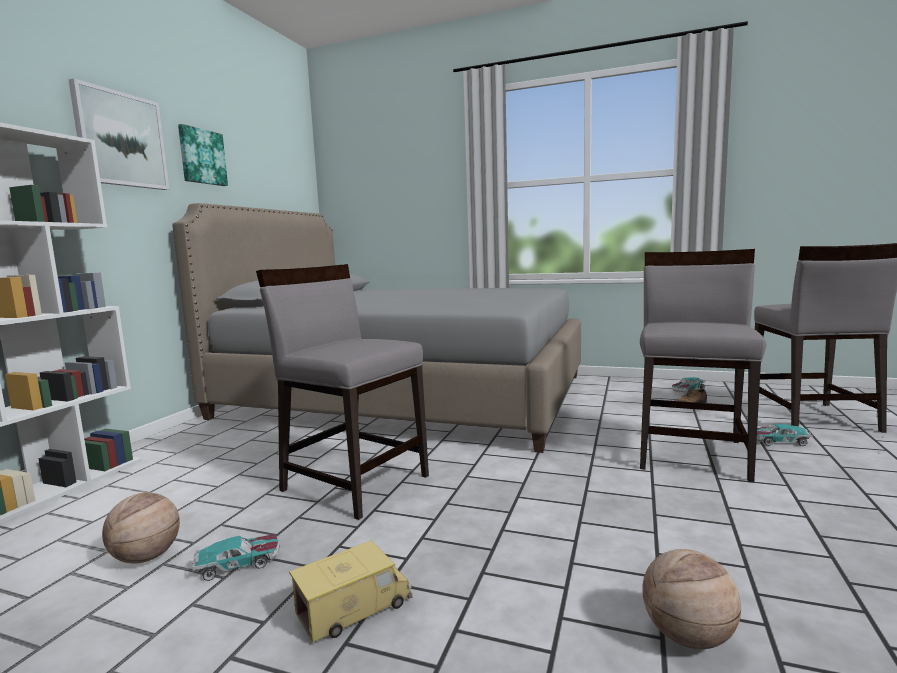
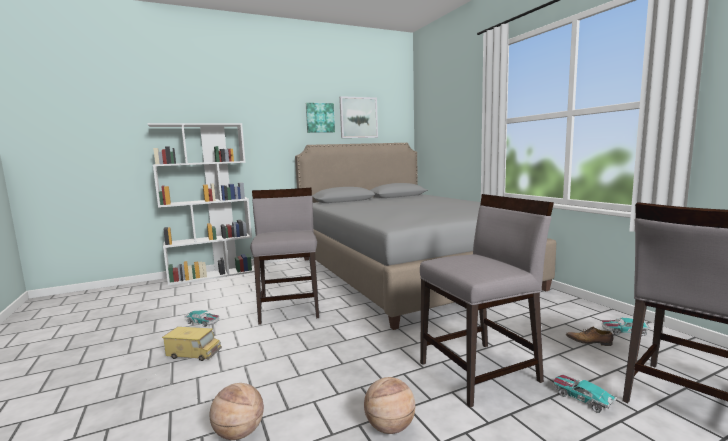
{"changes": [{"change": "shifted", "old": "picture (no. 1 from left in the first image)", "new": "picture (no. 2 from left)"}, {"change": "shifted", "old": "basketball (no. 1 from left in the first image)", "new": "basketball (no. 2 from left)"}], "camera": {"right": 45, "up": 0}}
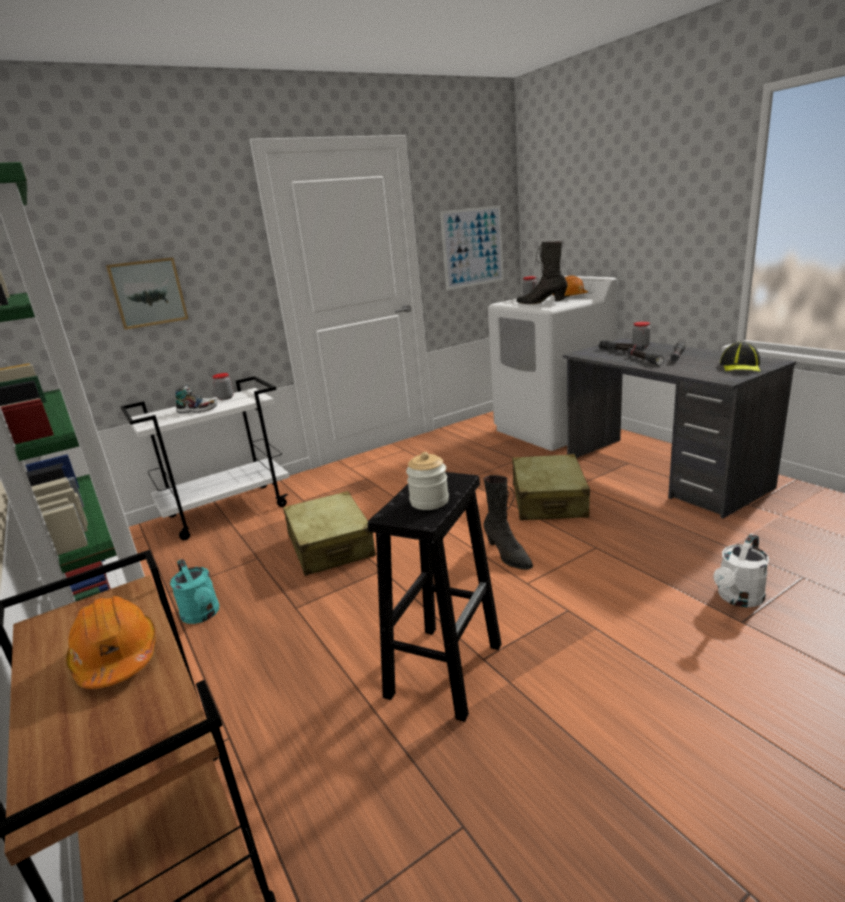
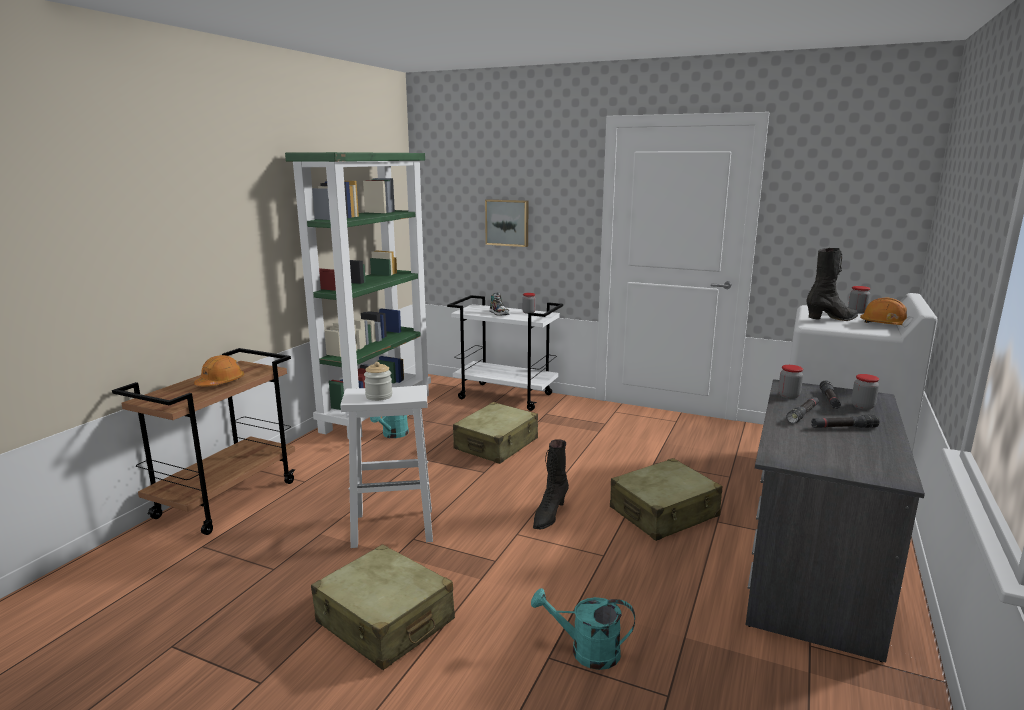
{"changes": [{"change": "gone", "old": "picture (no. 2 from left)"}, {"change": "gone", "old": "cap"}, {"change": "new", "new": "beige suitcase (no. 1 from left)"}, {"change": "new", "new": "jar (no. 3 from left)"}, {"change": "repainted", "old": "black stool", "new": "white stool"}, {"change": "repainted", "old": "white watering can", "new": "turquoise watering can (no. 2 from left)"}, {"change": "rotated", "old": "black boot (no. 2 from left)", "degrees": 75}], "camera": {"right": 55, "up": -5}}
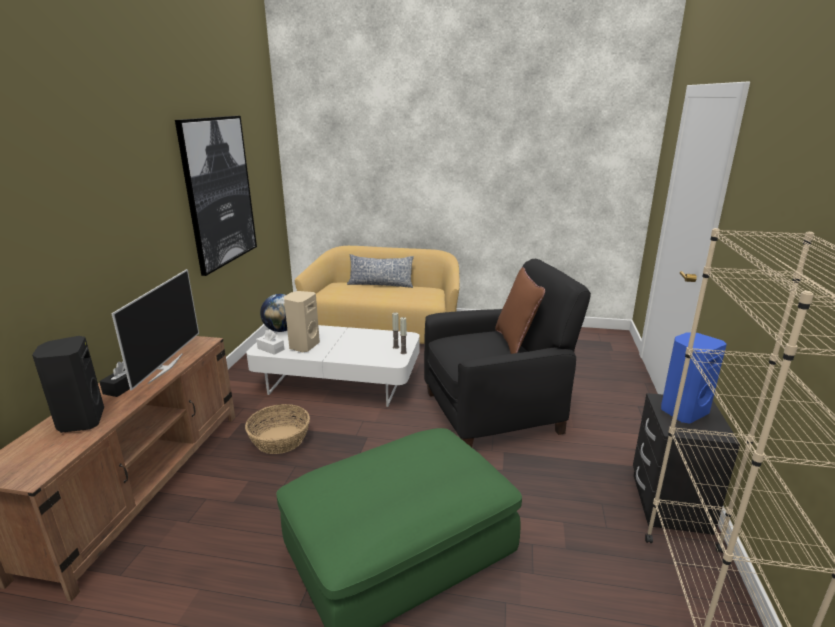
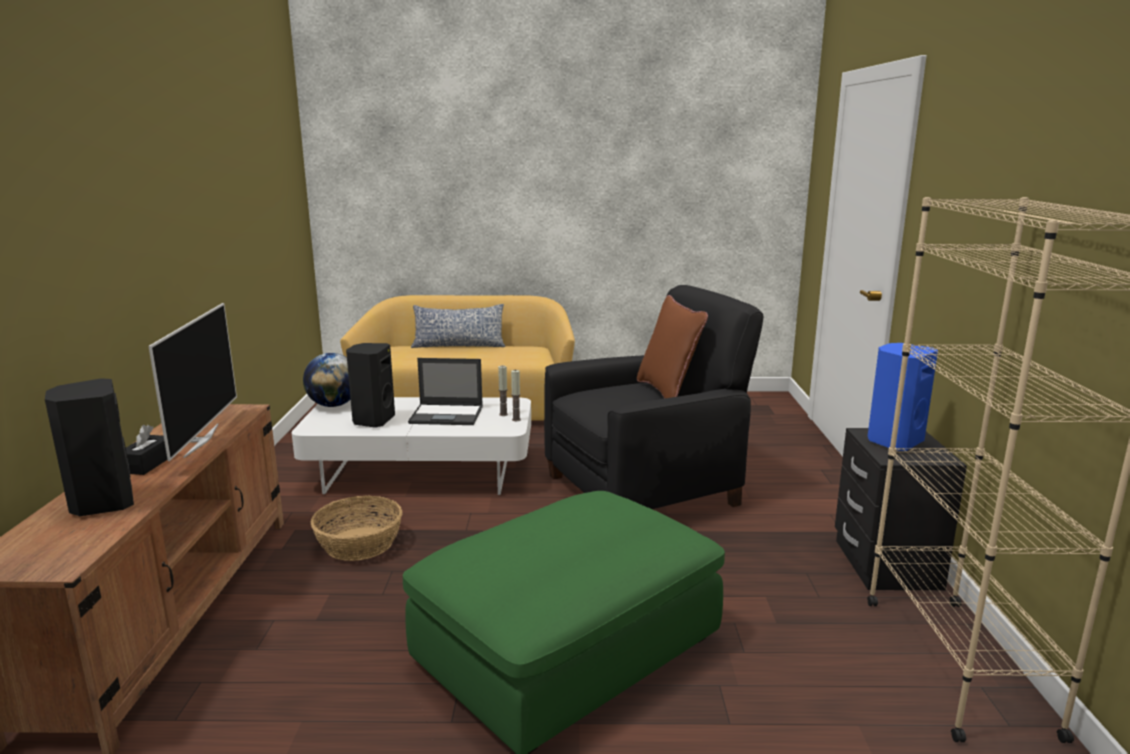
{"changes": [{"change": "gone", "old": "picture"}, {"change": "gone", "old": "white tissue box"}, {"change": "new", "new": "laptop"}, {"change": "repainted", "old": "beige speaker", "new": "black speaker (no. 2 from left)"}], "camera": {"right": -10, "up": -5}}
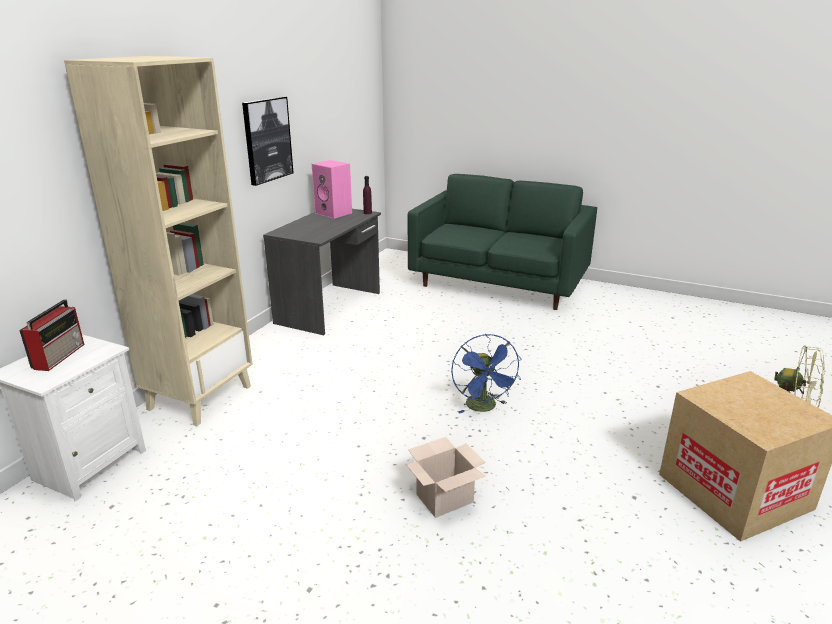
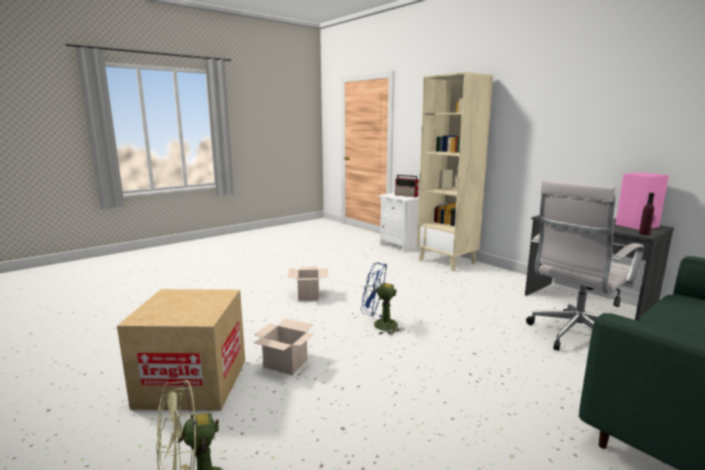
{"changes": [{"change": "gone", "old": "picture"}, {"change": "new", "new": "cardboard box (no. 2 from left)"}, {"change": "new", "new": "white office chair"}], "camera": {"right": 115, "up": -10}}
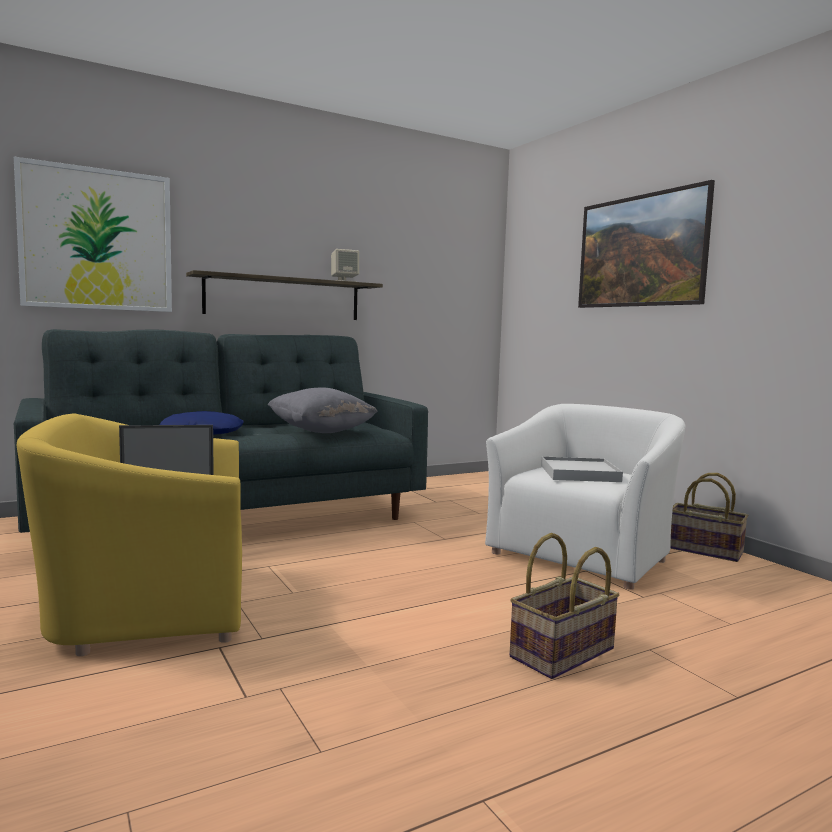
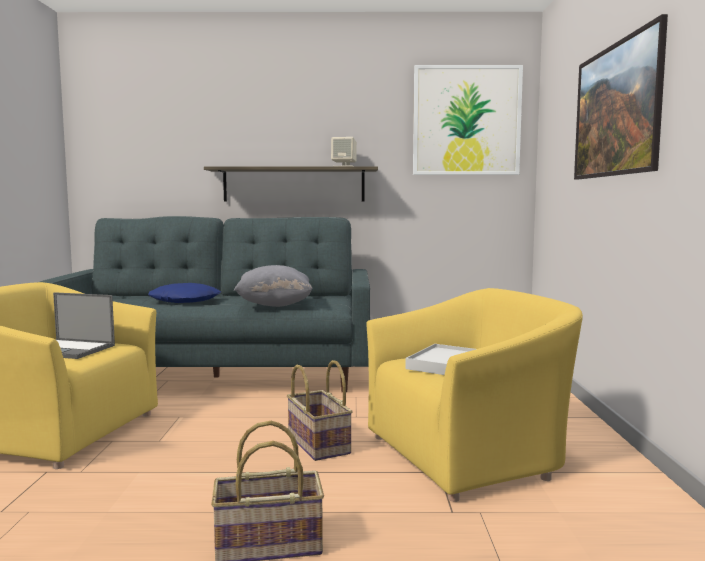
{"changes": [{"change": "shifted", "old": "picture (no. 1 from left)"}, {"change": "shifted", "old": "basket (no. 2 from left)"}, {"change": "repainted", "old": "white armchair", "new": "yellow armchair (no. 2 from left)"}], "camera": {"right": 30, "up": 0}}
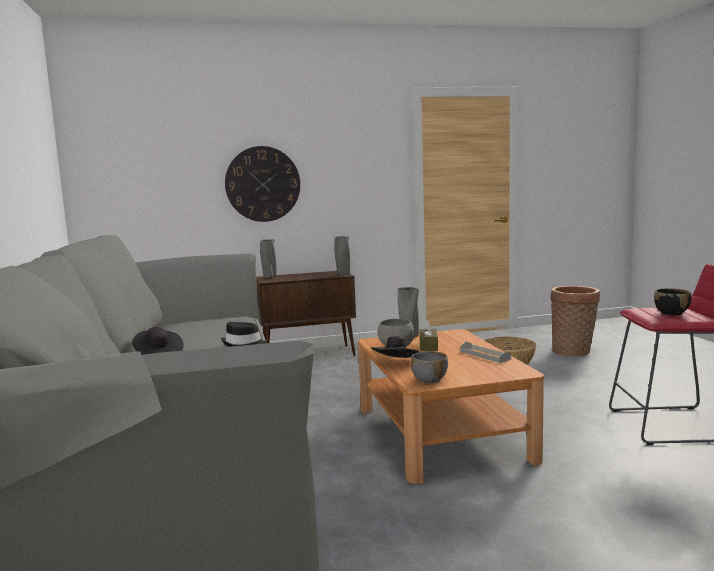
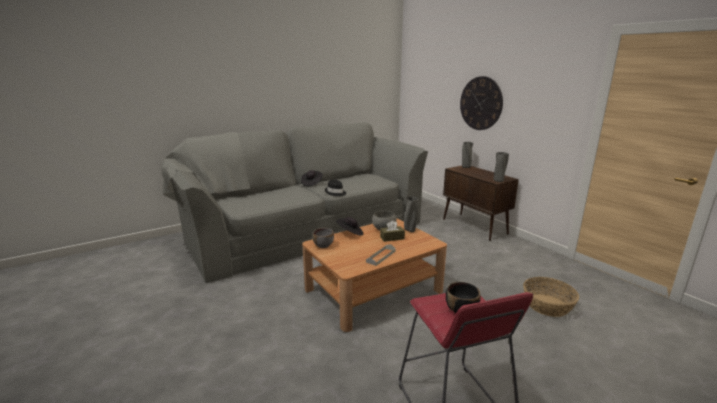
{"changes": [{"change": "gone", "old": "basket (no. 2 from left)"}], "camera": {"right": 70, "up": 10}}
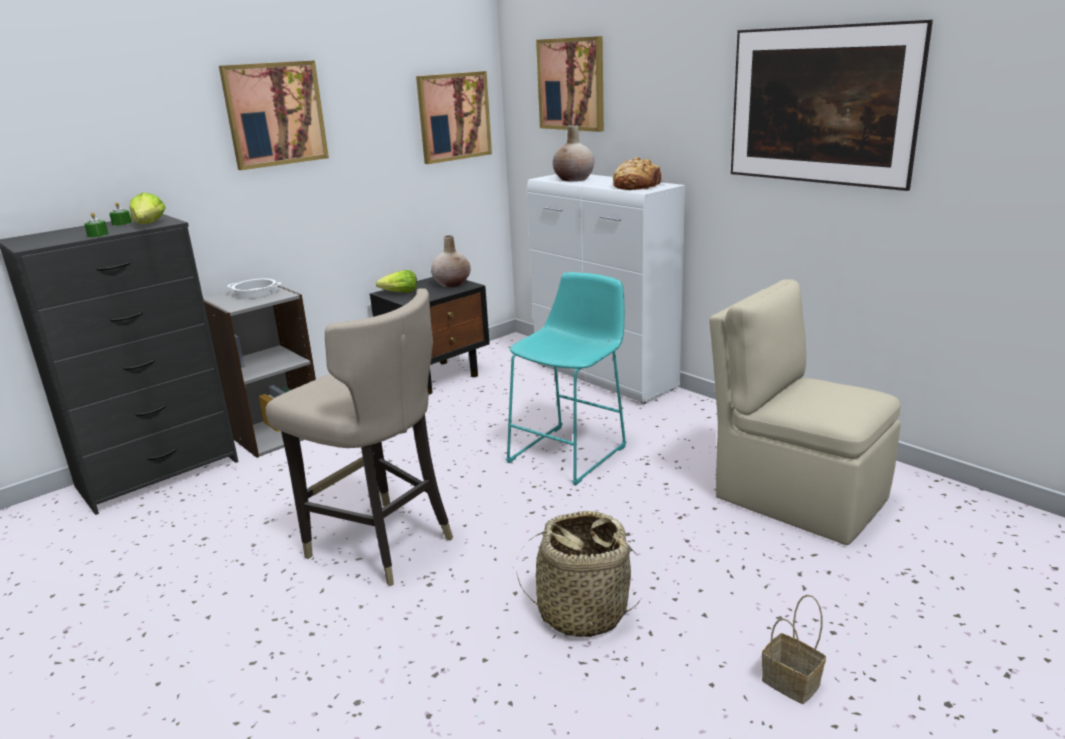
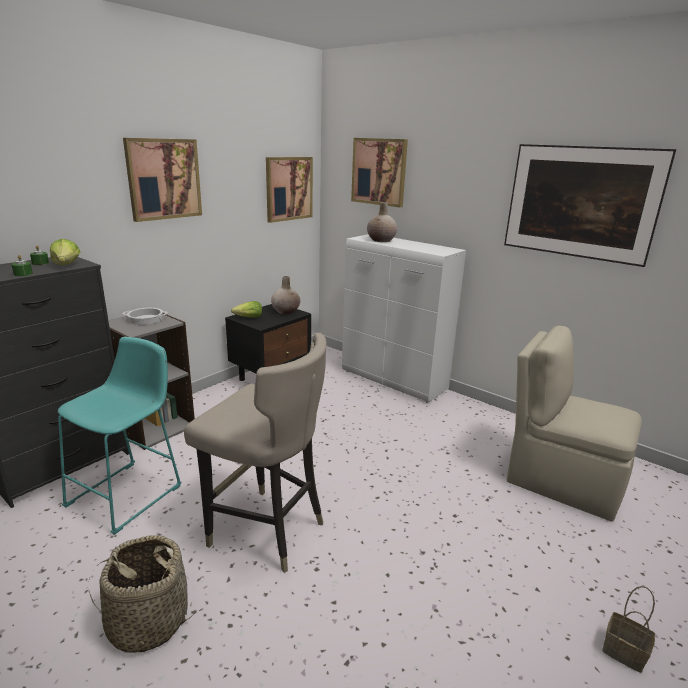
{"changes": [{"change": "gone", "old": "bread"}, {"change": "shifted", "old": "turquoise stool"}, {"change": "shifted", "old": "basket (no. 1 from left)"}], "camera": {"right": -10, "up": 0}}
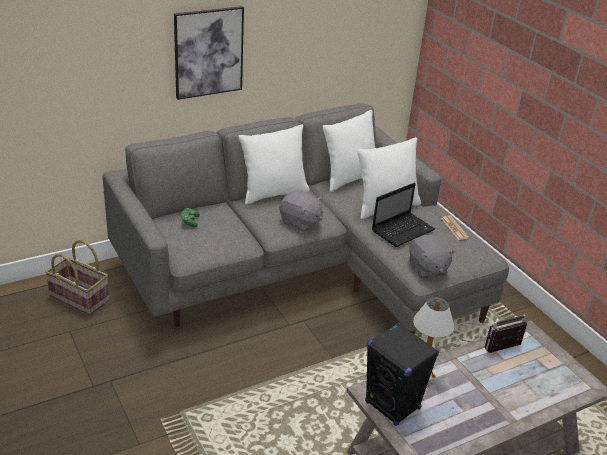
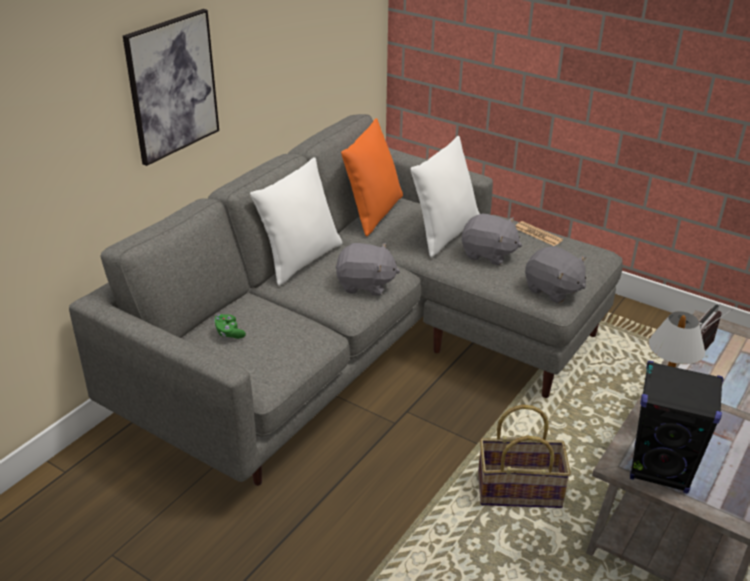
{"changes": [{"change": "shifted", "old": "basket"}, {"change": "swapped", "old": "laptop", "new": "grey plush toy (no. 2 from left)"}, {"change": "repainted", "old": "white pillow (no. 2 from left)", "new": "orange pillow"}], "camera": {"right": -25, "up": 0}}
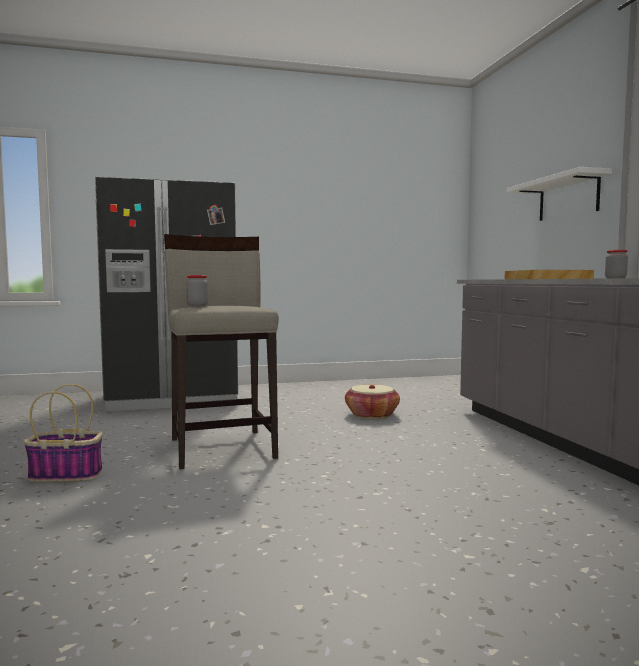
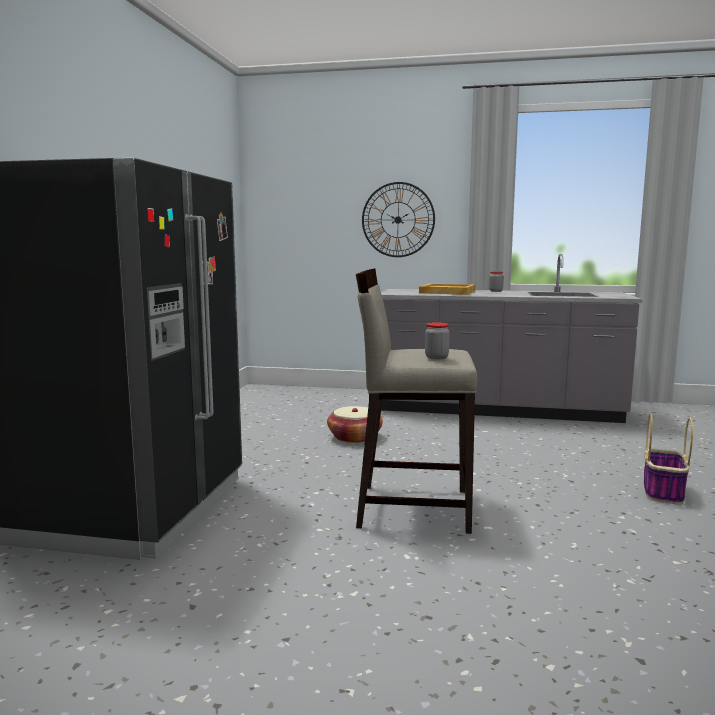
{"changes": [{"change": "shifted", "old": "basket (no. 1 from left in the first image)", "new": "basket (no. 2 from left)"}, {"change": "swapped", "old": "white shelf", "new": "wall clock"}], "camera": {"right": -65, "up": 5}}
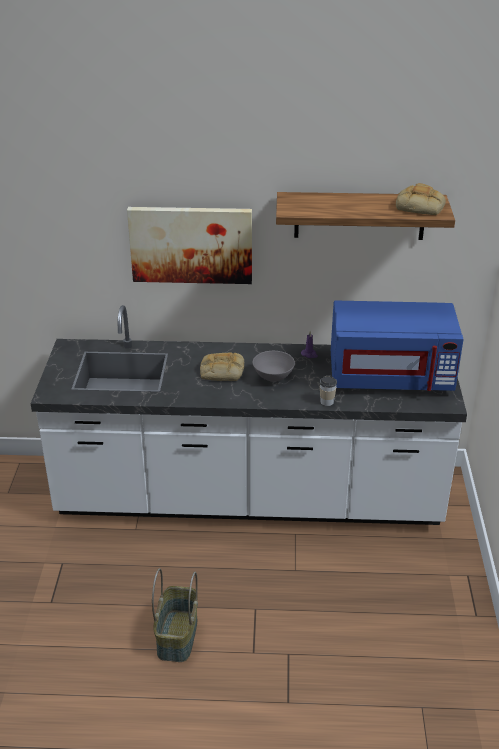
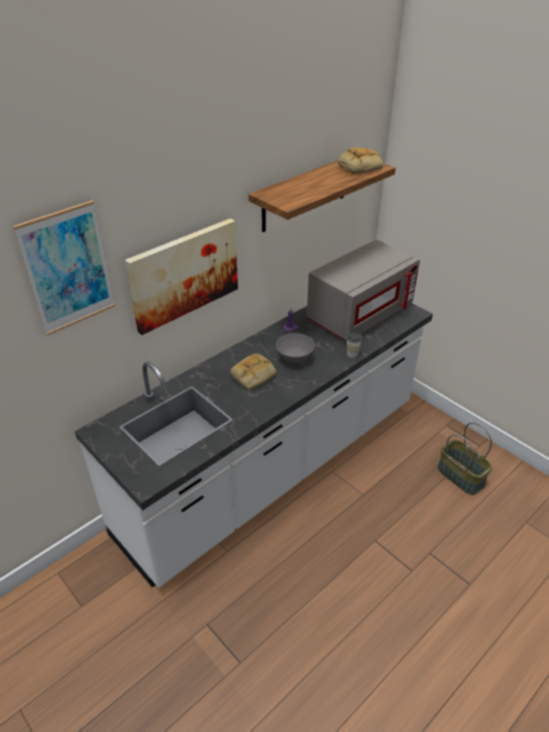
{"changes": [{"change": "new", "new": "picture (no. 1 from left)"}, {"change": "shifted", "old": "basket"}, {"change": "repainted", "old": "blue microwave", "new": "grey microwave"}], "camera": {"right": -45, "up": 5}}
